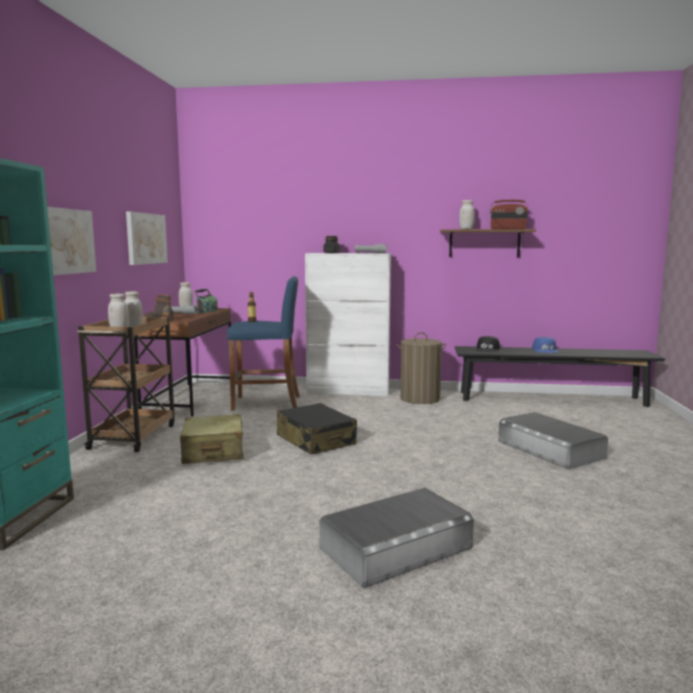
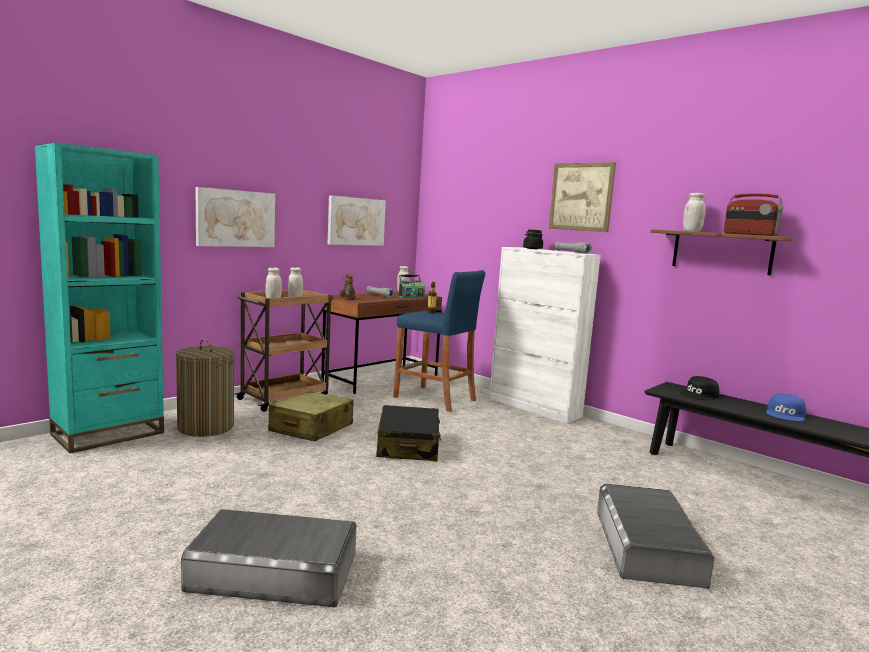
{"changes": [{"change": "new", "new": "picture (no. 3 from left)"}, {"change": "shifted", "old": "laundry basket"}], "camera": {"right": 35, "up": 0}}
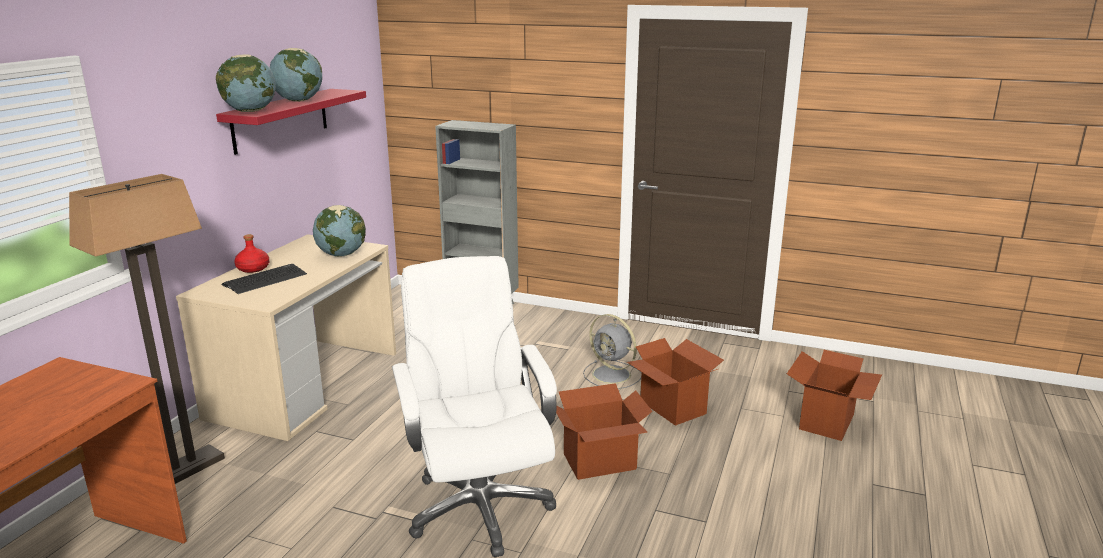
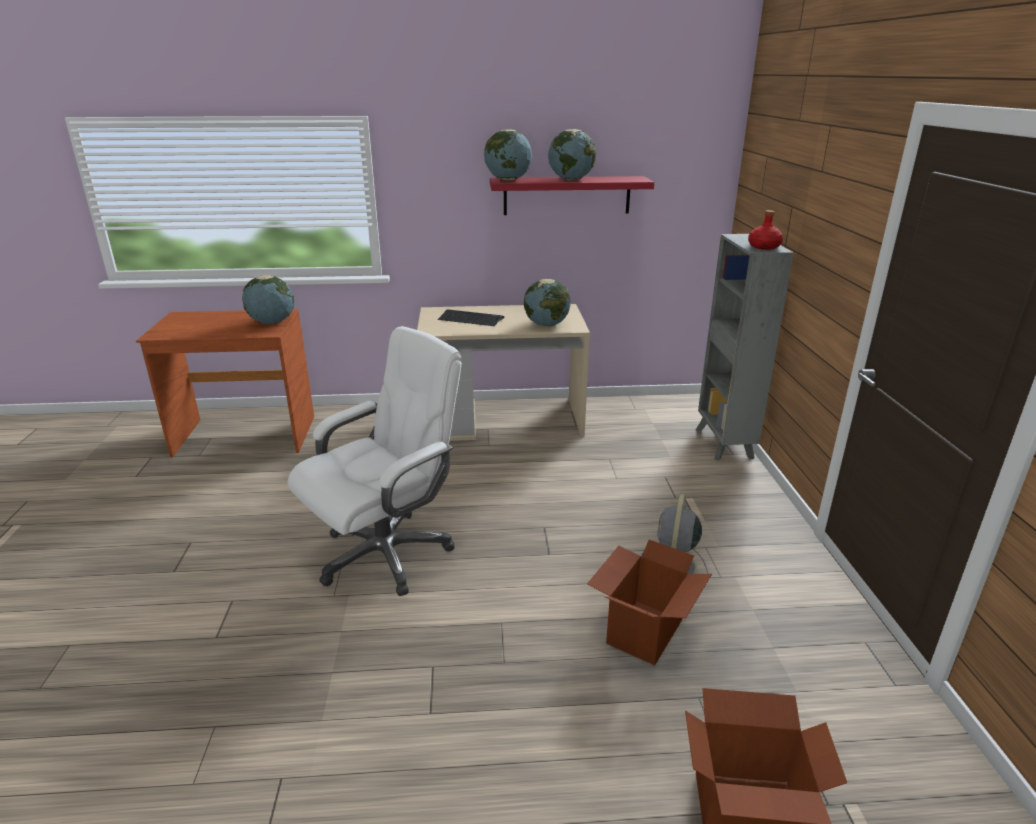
{"changes": [{"change": "gone", "old": "floor lamp"}, {"change": "gone", "old": "cardboard box (no. 1 from left)"}, {"change": "new", "new": "globe (no. 1 from left)"}, {"change": "shifted", "old": "red bottle"}], "camera": {"right": 65, "up": 5}}
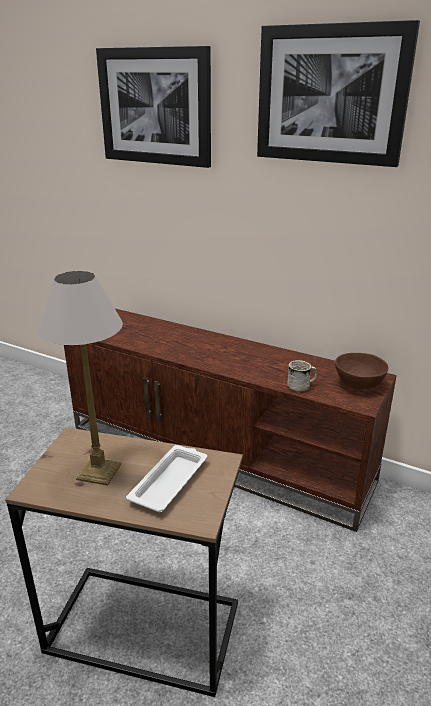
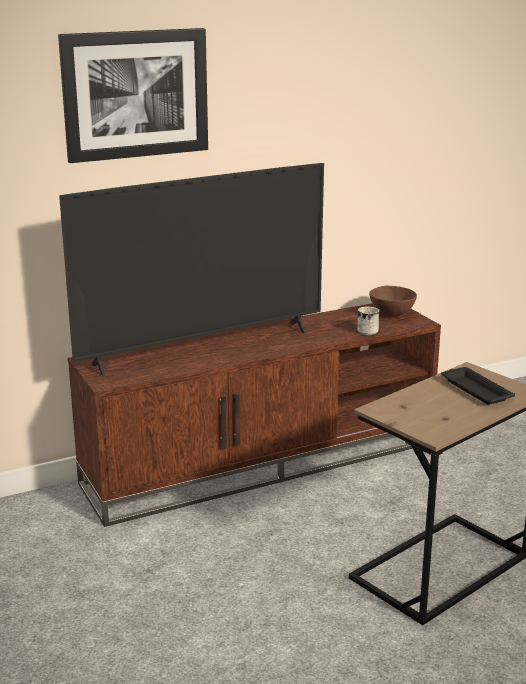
{"changes": [{"change": "gone", "old": "table lamp"}, {"change": "gone", "old": "picture (no. 2 from left)"}, {"change": "new", "new": "television"}, {"change": "repainted", "old": "white tray", "new": "black tray"}], "camera": {"right": -55, "up": -5}}
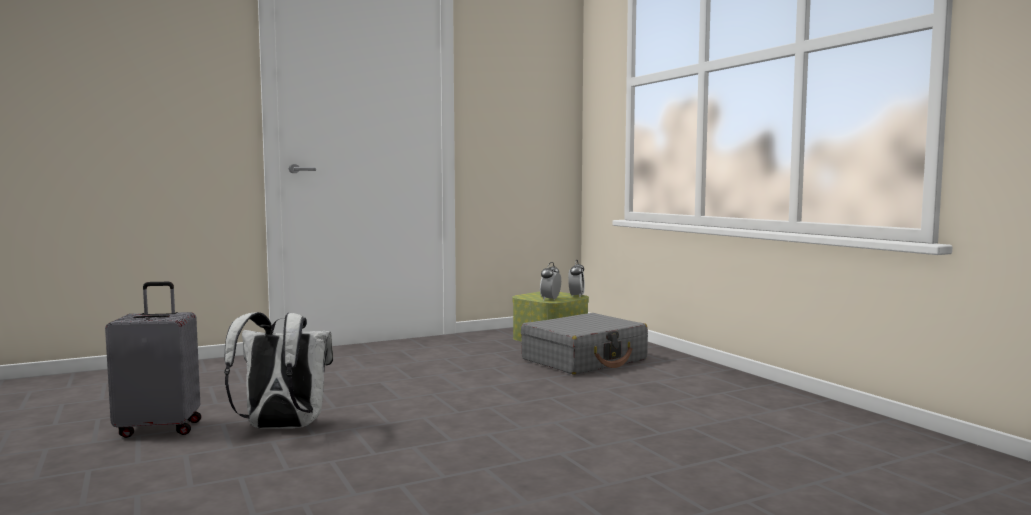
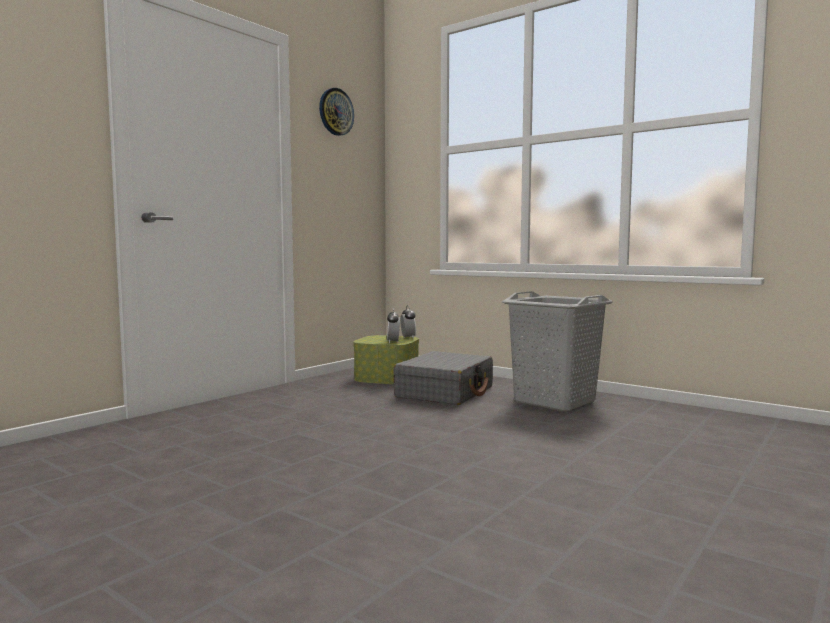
{"changes": [{"change": "gone", "old": "grey suitcase (no. 1 from left)"}, {"change": "gone", "old": "white backpack"}, {"change": "new", "new": "wall clock"}, {"change": "new", "new": "grey laundry basket"}], "camera": {"right": -25, "up": 0}}
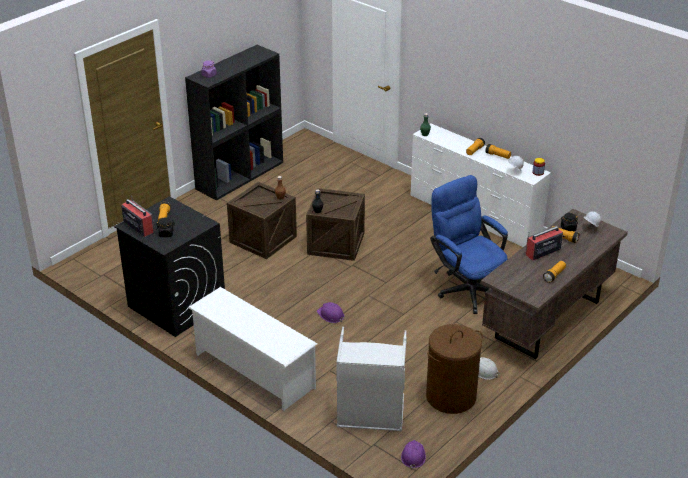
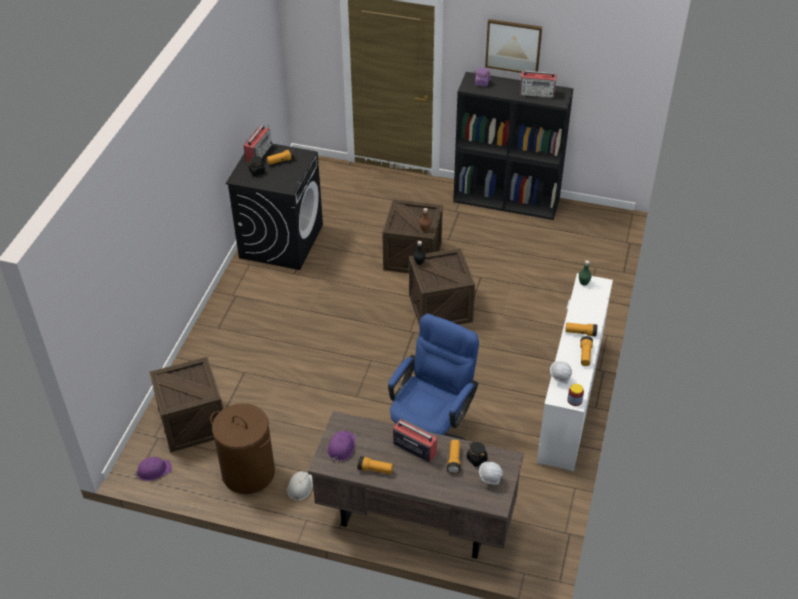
{"changes": [{"change": "gone", "old": "white shoe rack"}, {"change": "new", "new": "picture"}, {"change": "new", "new": "radio (no. 3 from left)"}, {"change": "shifted", "old": "purple hard hat (no. 1 from left in the first image)", "new": "purple hard hat (no. 2 from left)"}, {"change": "swapped", "old": "grey laundry basket", "new": "crate (no. 1 from left)"}], "camera": {"right": 65, "up": 10}}
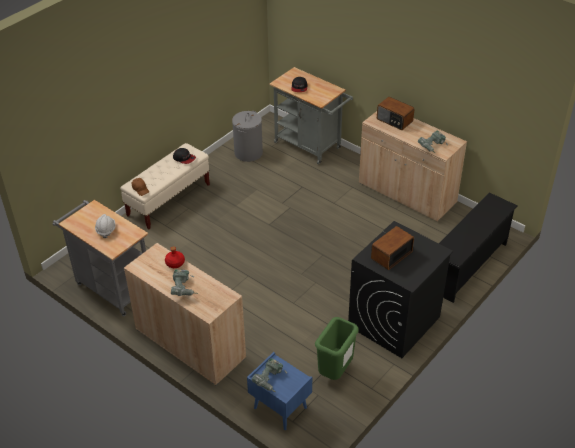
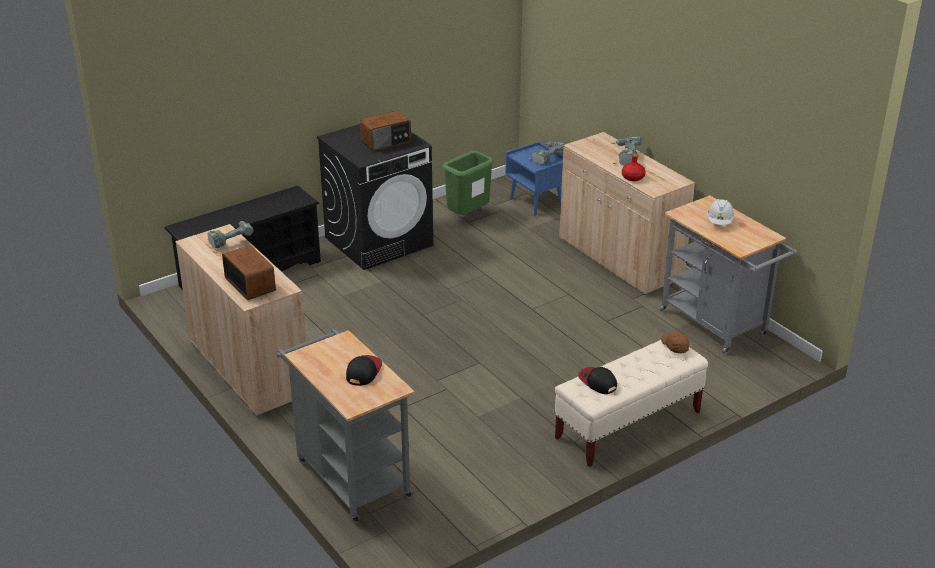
{"changes": [{"change": "gone", "old": "grey laundry basket"}], "camera": {"right": -165, "up": -10}}
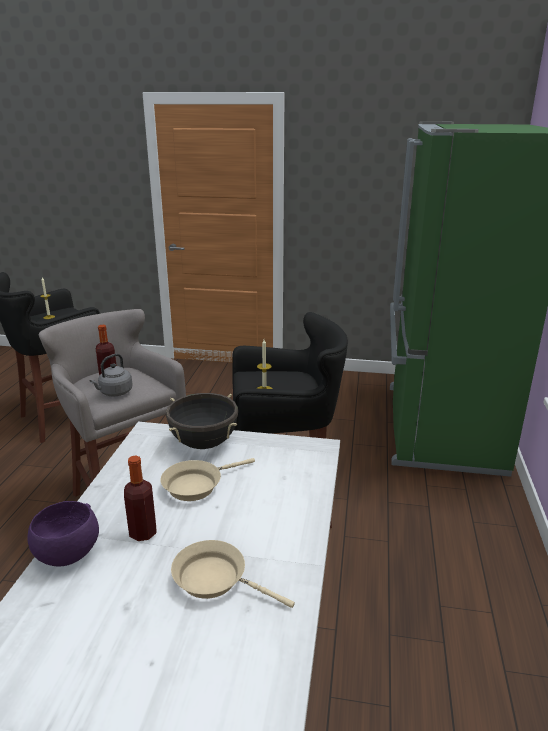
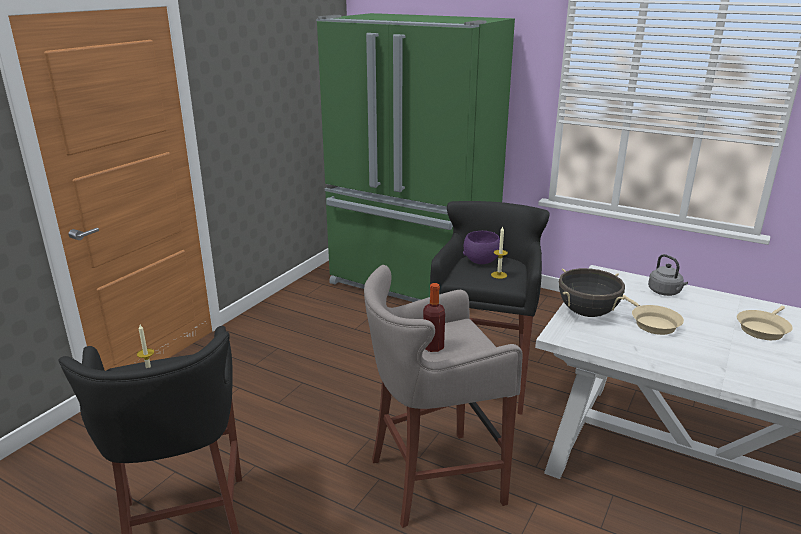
{"changes": [{"change": "gone", "old": "bottle (no. 2 from left)"}, {"change": "shifted", "old": "purple bowl"}, {"change": "shifted", "old": "grey kettle"}], "camera": {"right": -70, "up": 0}}
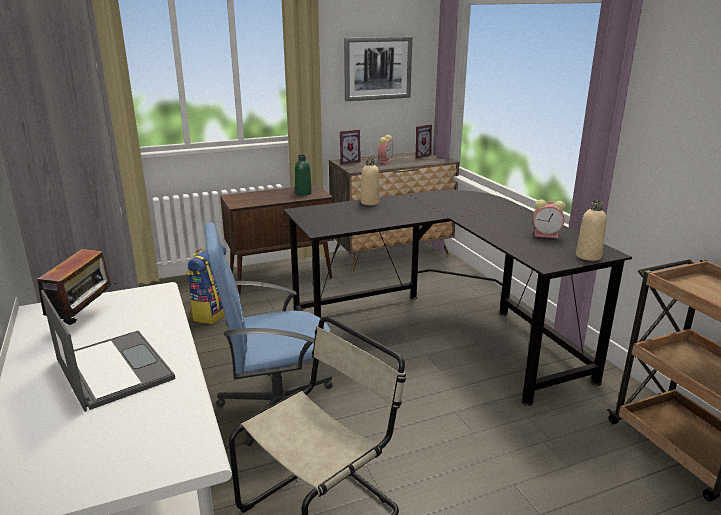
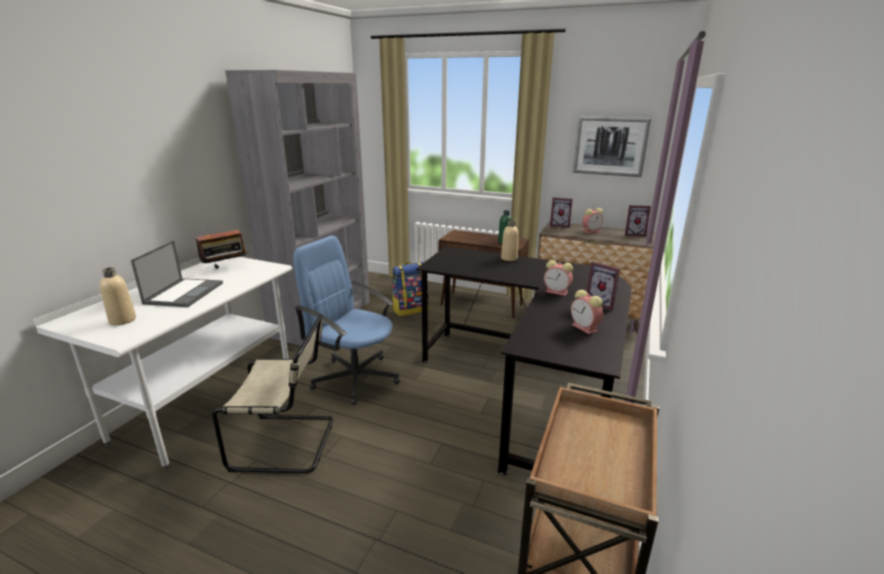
{"changes": [{"change": "new", "new": "alarm clock (no. 1 from left)"}, {"change": "new", "new": "picture frame (no. 2 from left)"}, {"change": "shifted", "old": "beige bottle (no. 2 from left in the first image)", "new": "beige bottle (no. 1 from left)"}], "camera": {"right": 45, "up": 0}}
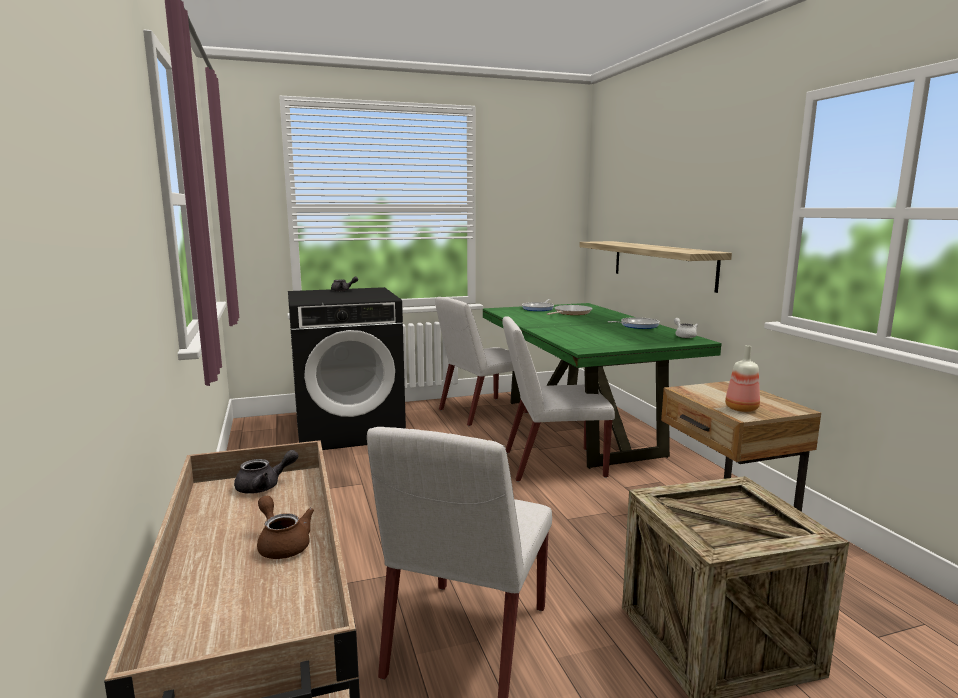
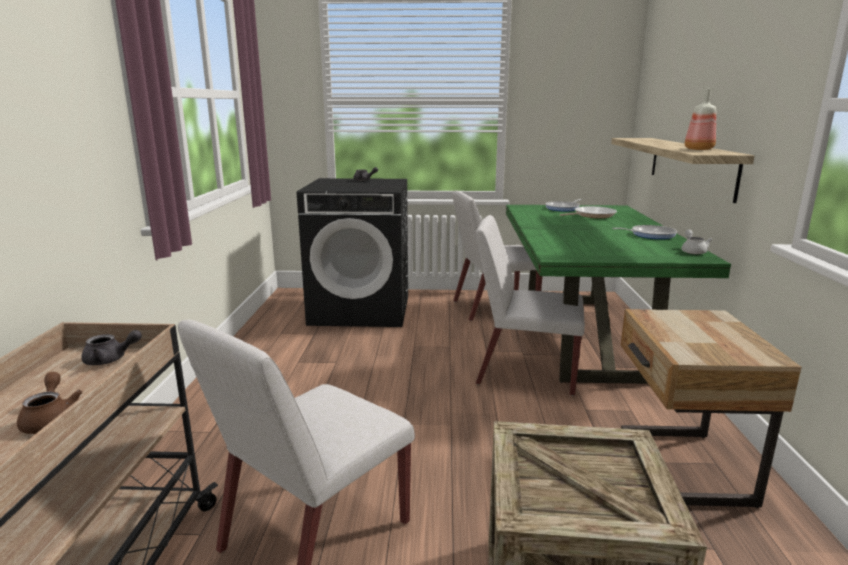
{"changes": [{"change": "shifted", "old": "bottle"}], "camera": {"right": 20, "up": 5}}
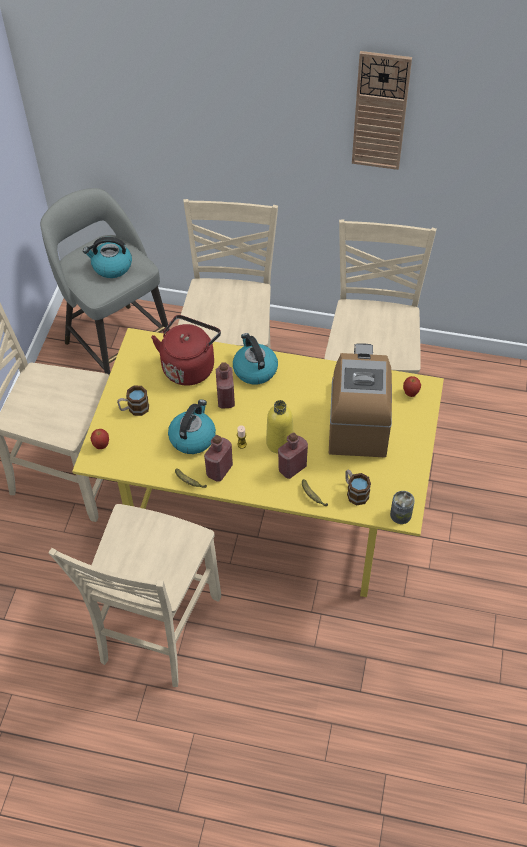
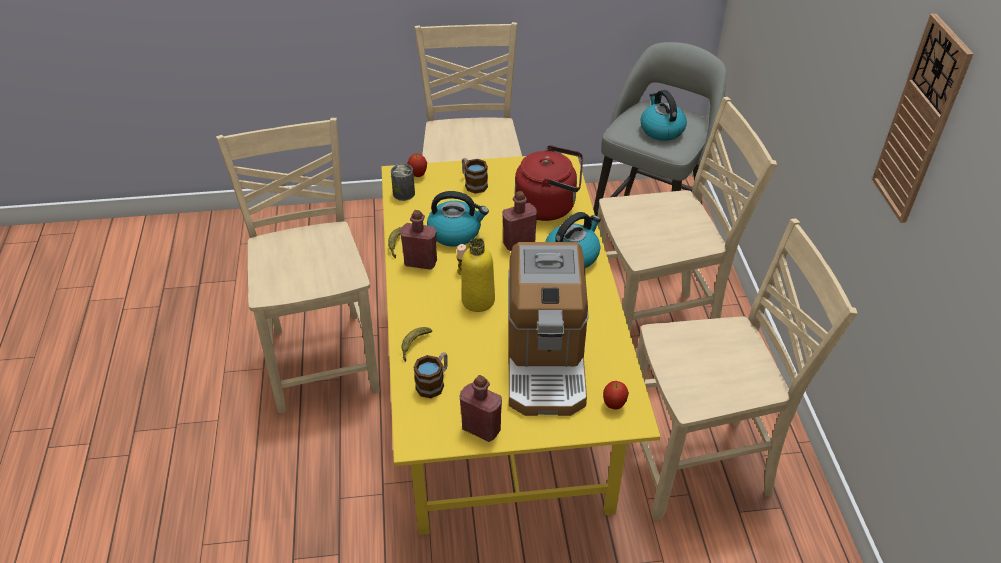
{"changes": [{"change": "shifted", "old": "red bottle (no. 3 from left in the first image)", "new": "red bottle (no. 2 from left)"}, {"change": "shifted", "old": "can"}, {"change": "rotated", "old": "beige chair (no. 2 from left in the first image)", "degrees": 75}, {"change": "rotated", "old": "coffee machine", "degrees": 105}], "camera": {"right": 70, "up": -10}}
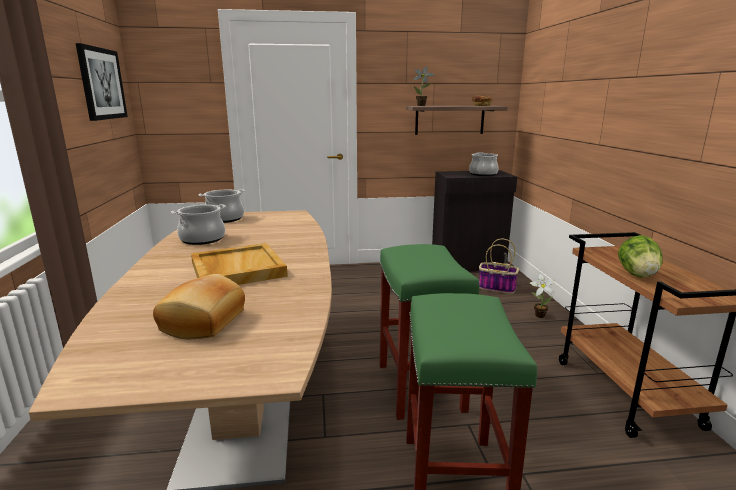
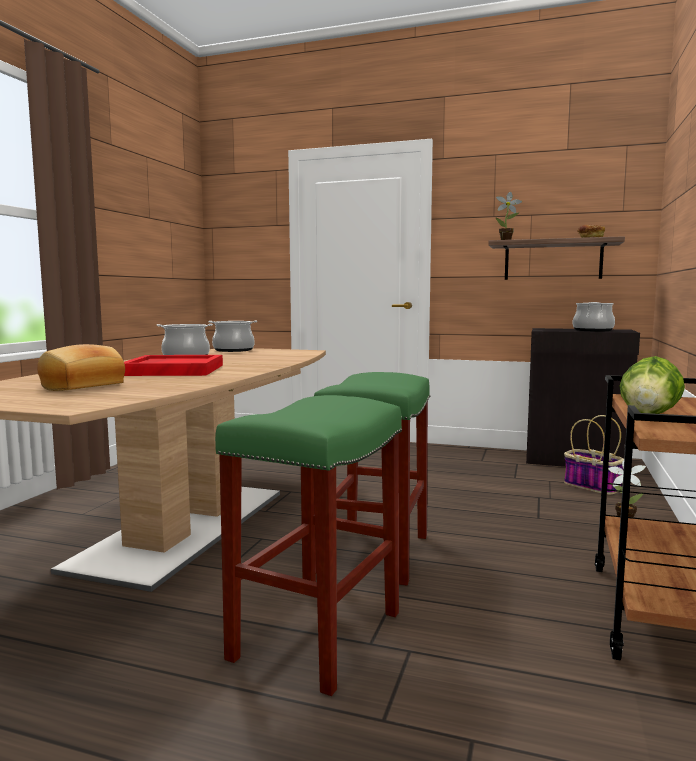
{"changes": [{"change": "gone", "old": "picture"}, {"change": "repainted", "old": "beige tray", "new": "red tray"}], "camera": {"right": 25, "up": -10}}
